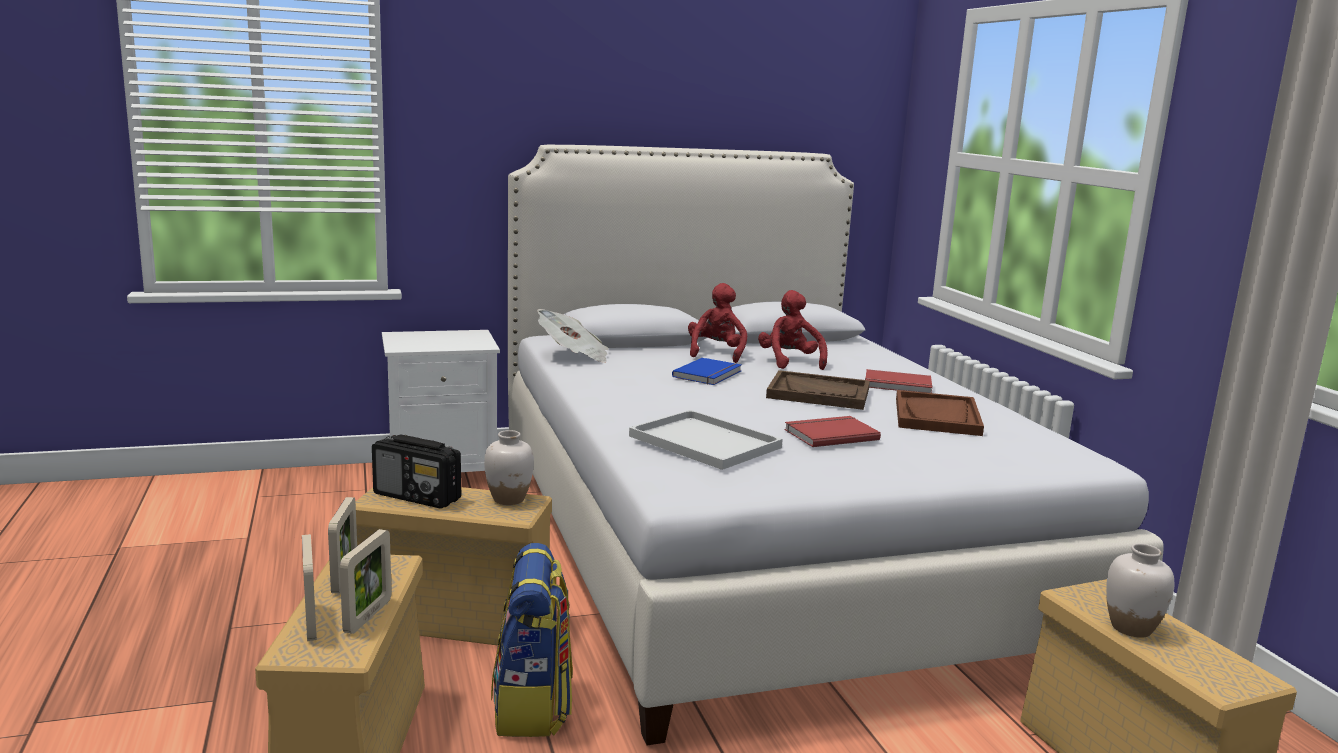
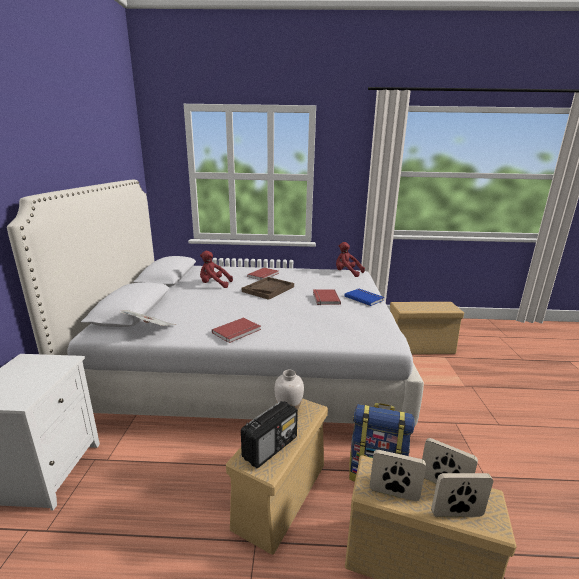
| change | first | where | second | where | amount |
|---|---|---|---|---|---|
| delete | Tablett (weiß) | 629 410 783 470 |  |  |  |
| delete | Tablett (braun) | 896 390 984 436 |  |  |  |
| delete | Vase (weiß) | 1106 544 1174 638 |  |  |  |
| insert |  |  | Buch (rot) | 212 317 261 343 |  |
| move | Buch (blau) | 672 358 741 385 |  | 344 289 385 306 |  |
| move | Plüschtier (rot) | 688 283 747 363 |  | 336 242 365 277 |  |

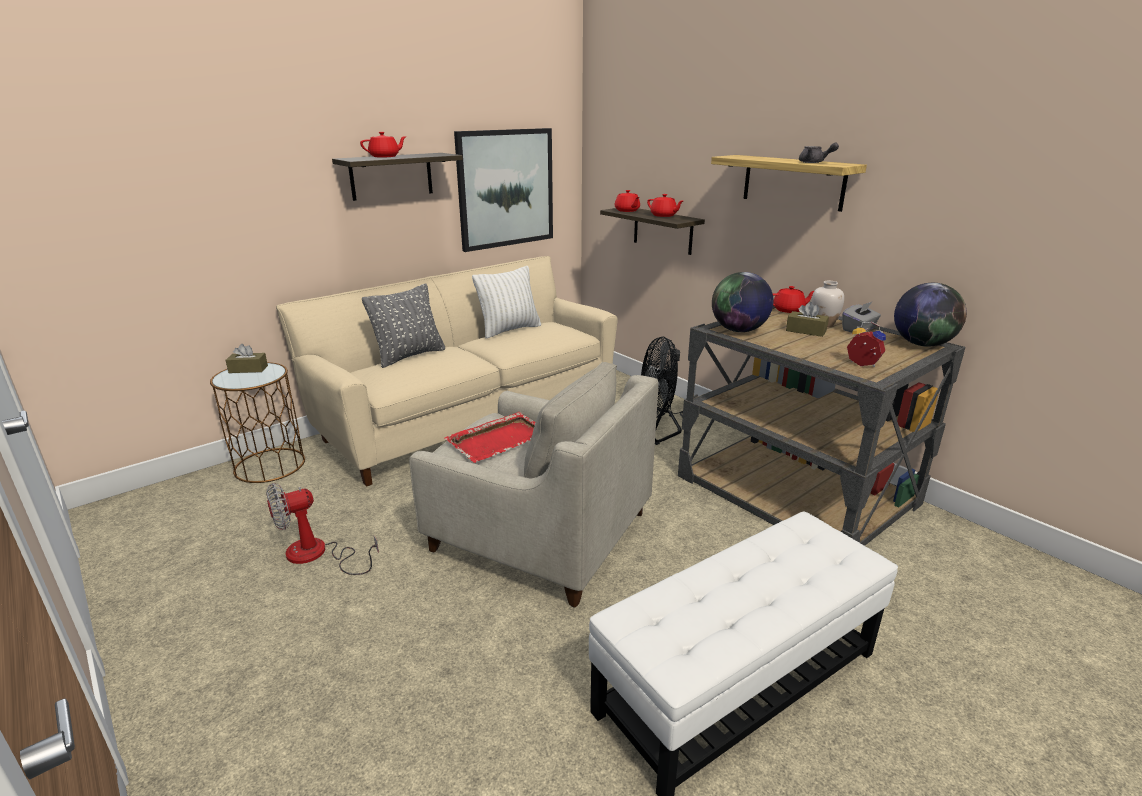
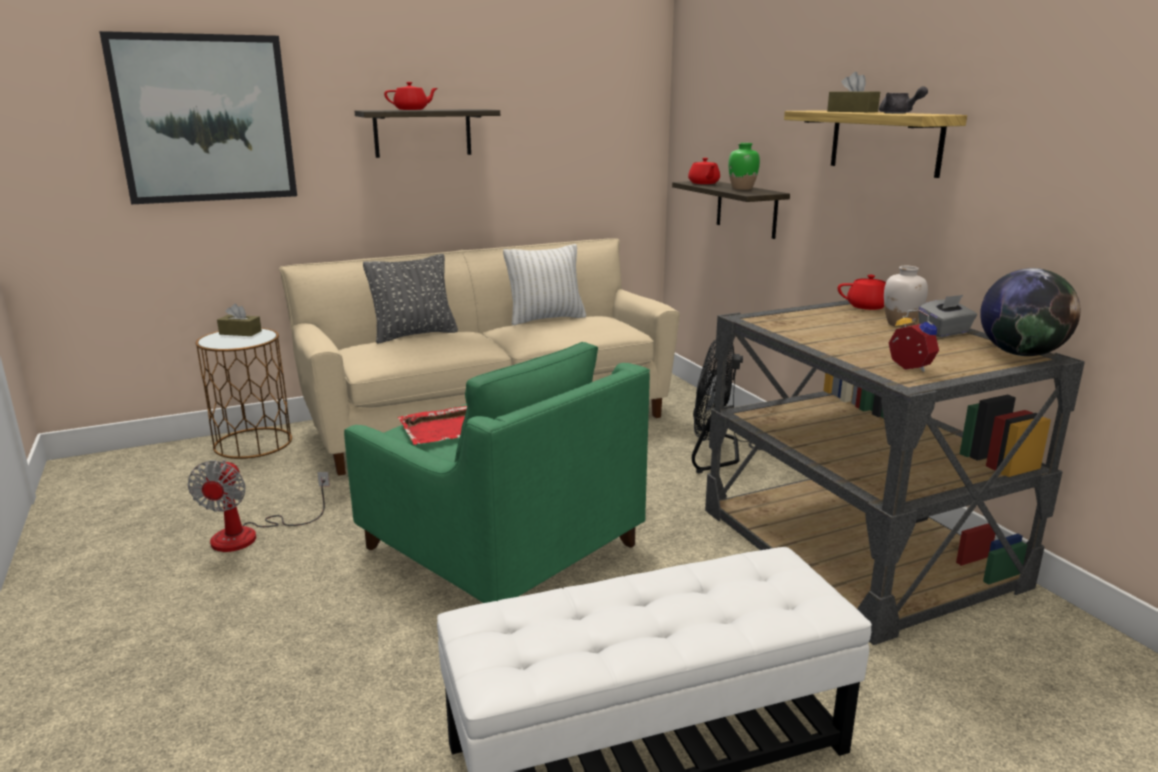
| change | first | where | second | where | amount |
|---|---|---|---|---|---|
| delete | Globus | 712 272 773 332 |  |  |  |
| move | Bild | 454 128 553 252 |  | 99 31 297 204 |  |
| move | Taschentuchbox (braun) | 786 302 829 337 |  | 827 72 880 112 |  |
| replace | Teekanne (rot) | 647 194 683 217 | Vase (grün) | 728 143 760 190 |  |
| recolor | Sessel (beige) | 409 362 658 608 | Sessel (grün) | 344 342 650 603 |  |
| rotate | Ventilator | 266 483 379 575 |  | 187 460 330 552 | 75 degrees counterclockwise |

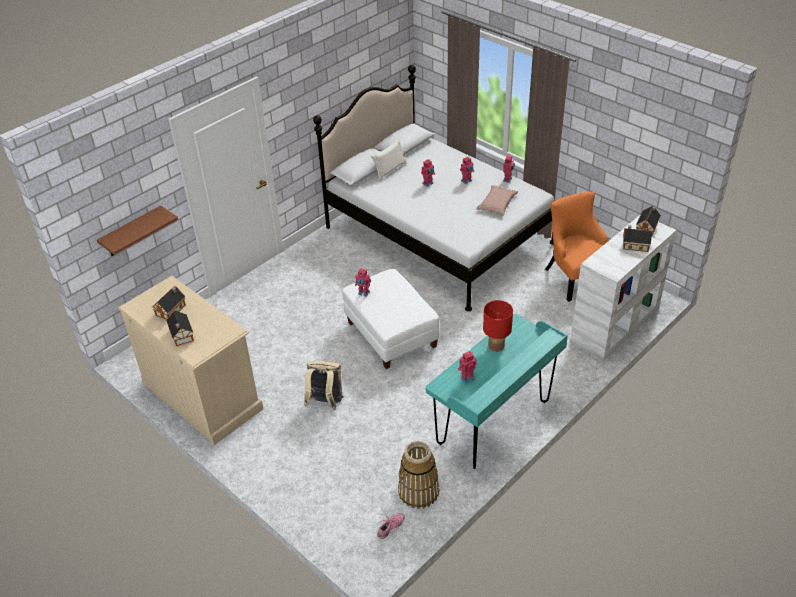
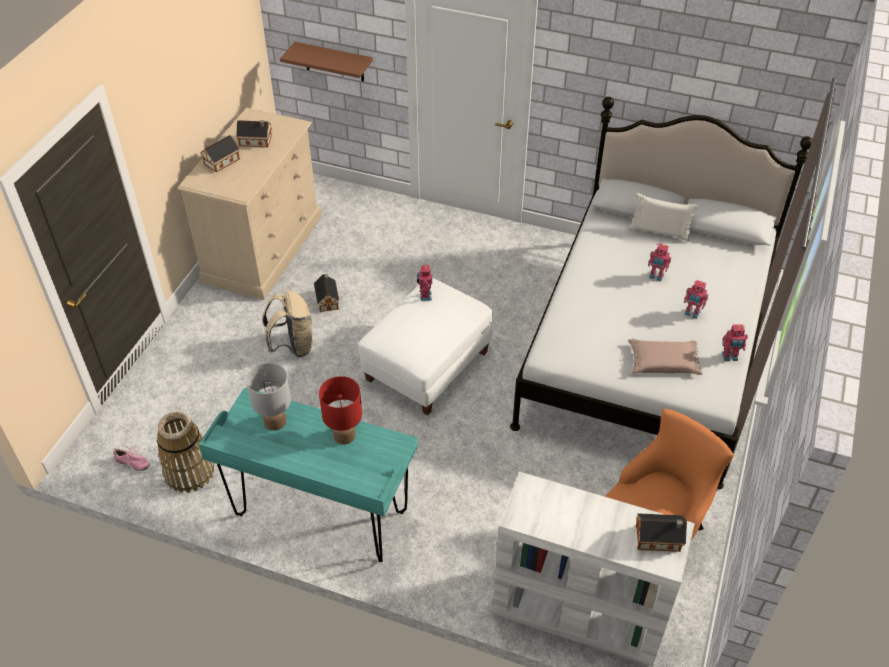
| change | first | where | second | where | amount |
|---|---|---|---|---|---|
| move | Spielzeughaus | 623 225 652 252 |  | 314 274 339 312 |  |
| replace | Spielzeugroboter | 458 351 477 384 | Tischlampe (grau) | 246 363 291 431 |  |

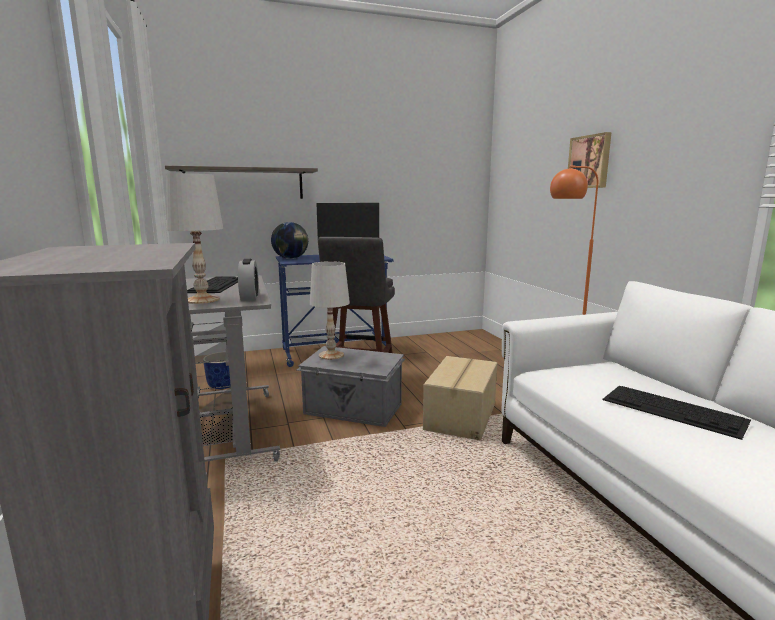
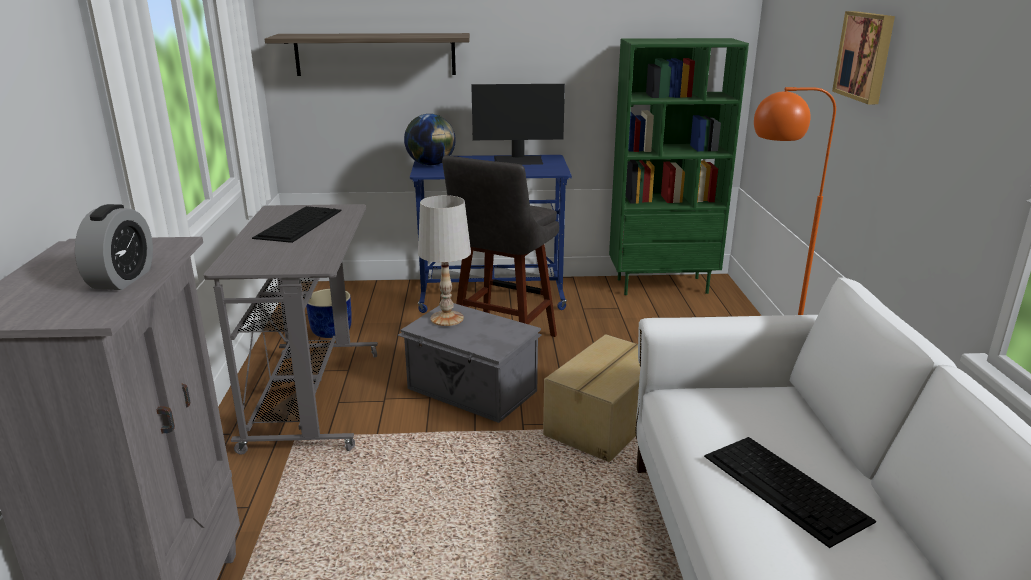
| change | first | where | second | where | amount |
|---|---|---|---|---|---|
| delete | Tischlampe (weiß) | 166 173 223 304 |  |  |  |
| insert |  |  | Bücherregal (grün) | 609 38 749 295 |  |
| move | Wecker | 238 259 259 301 |  | 75 204 153 290 |  |

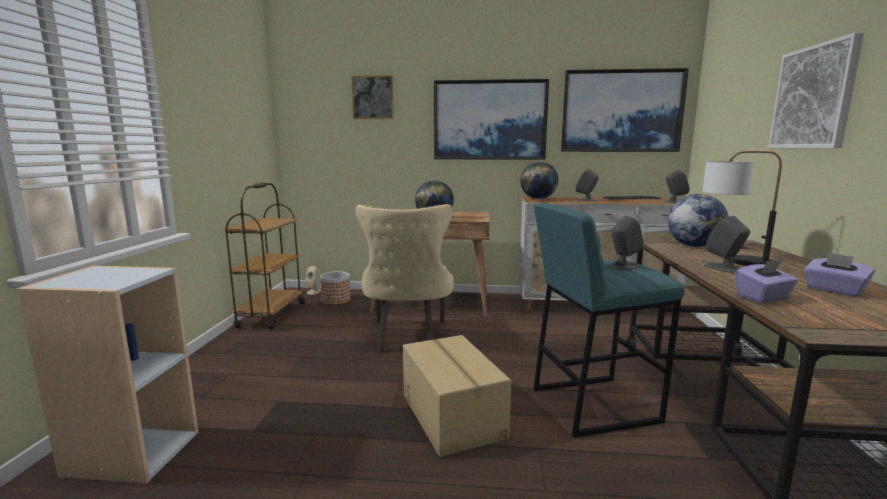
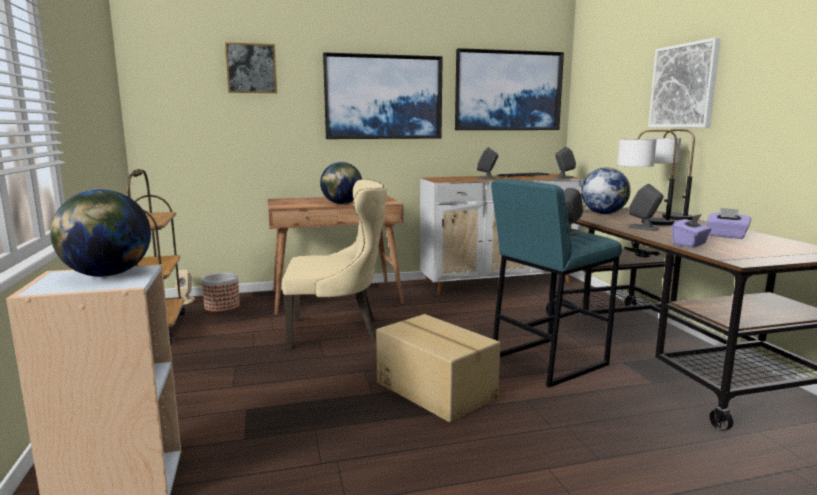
| change | first | where | second | where | amount |
|---|---|---|---|---|---|
| insert |  |  | Tischlampe | 646 129 695 220 |  |
| move | Globus | 520 162 558 199 |  | 50 189 151 277 |  |
| rotate | Stuhl (beige) | 356 204 454 353 |  | 282 179 387 350 | 75 degrees counterclockwise |

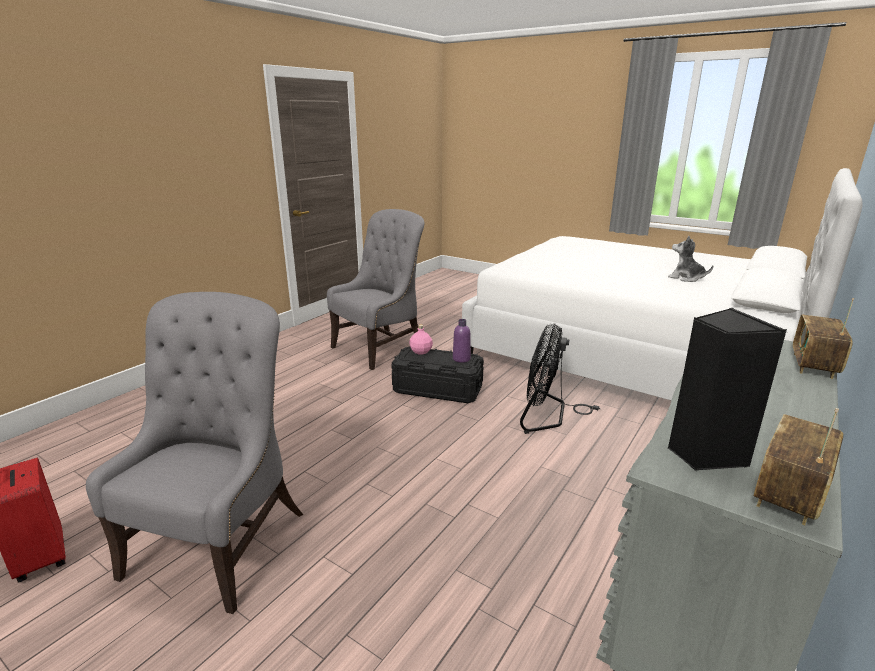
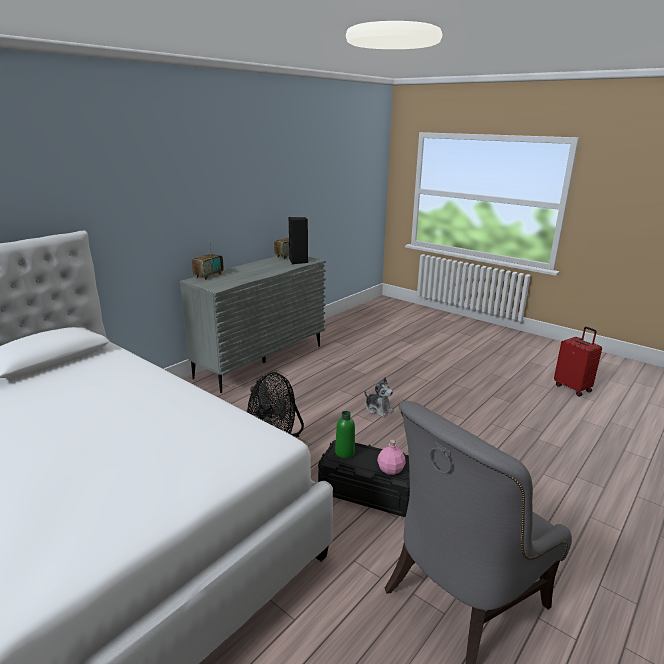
| change | first | where | second | where | amount |
|---|---|---|---|---|---|
| delete | Stuhl (grau) | 86 292 303 614 |  |  |  |
| move | Plüschtier | 668 236 713 282 |  | 364 377 394 417 |  |
| recolor | Flasche (lila) | 453 319 471 363 | Flasche (grün) | 335 411 355 458 |  |

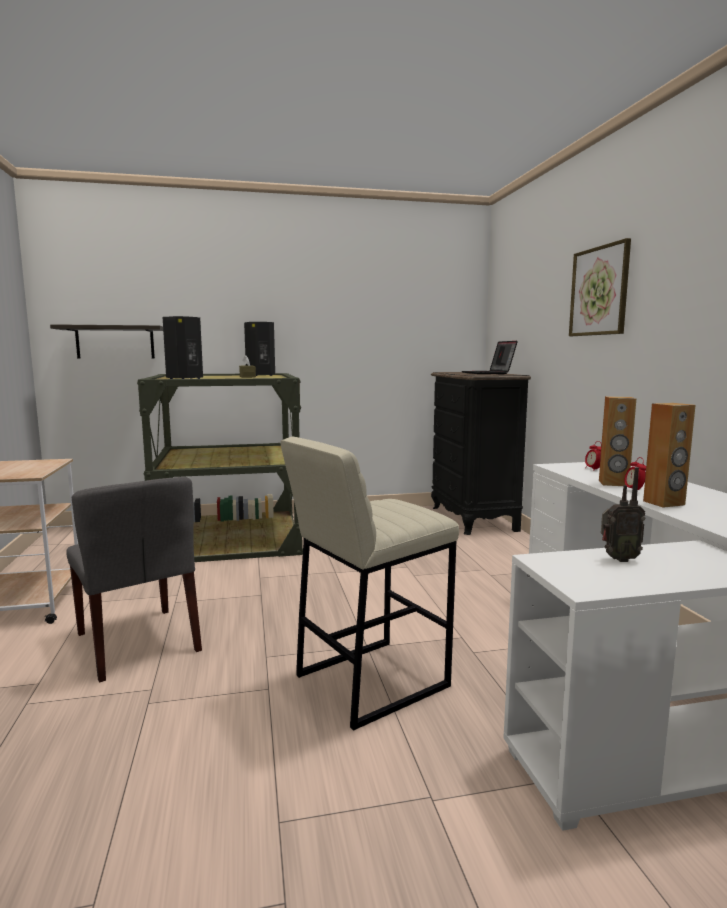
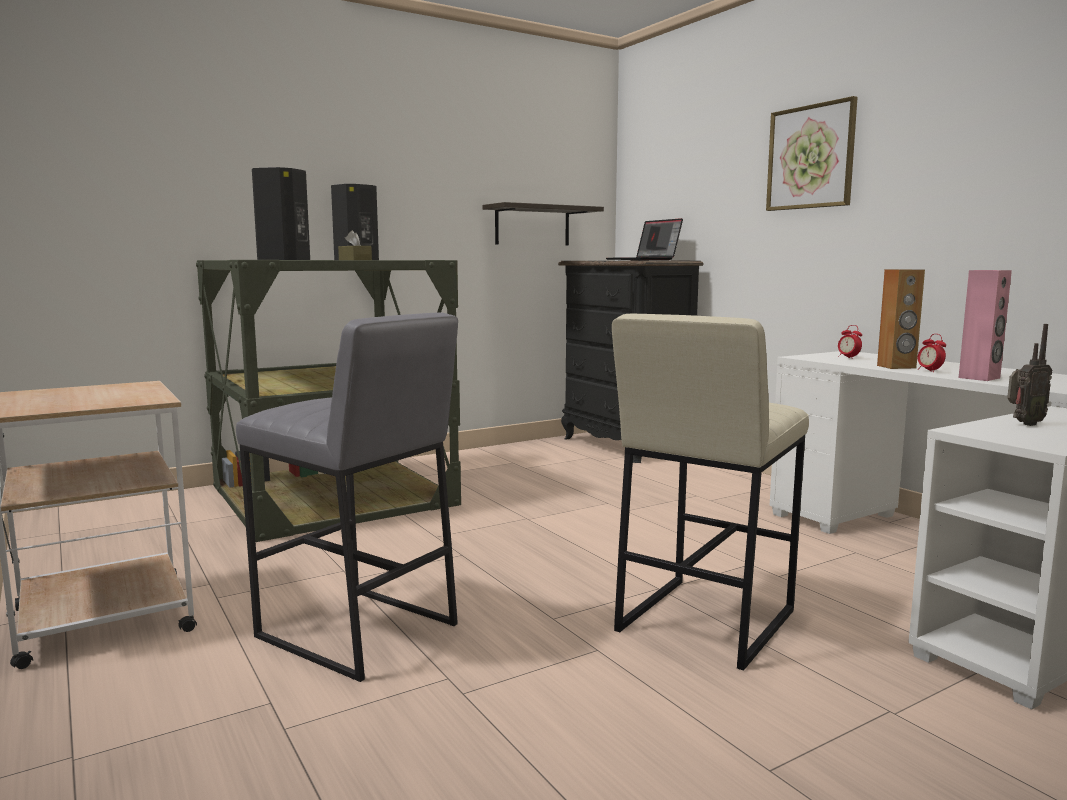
| change | first | where | second | where | amount |
|---|---|---|---|---|---|
| move | Wandregal | 50 324 163 359 |  | 482 202 604 245 |  |
| replace | Stuhl (grau) | 66 477 202 683 | Hocker (grau) | 236 312 458 682 |  |
| recolor | Lautsprecher (braun) | 643 403 695 508 | Lautsprecher (rosa) | 959 270 1012 381 |  |

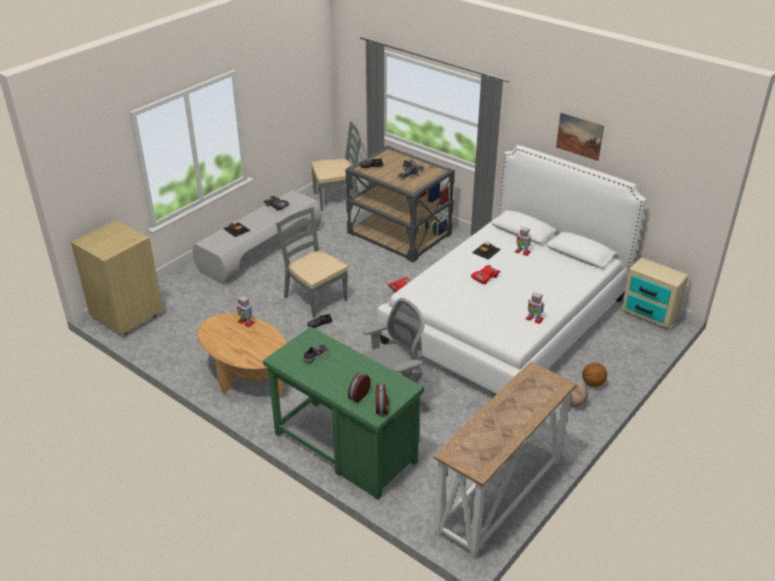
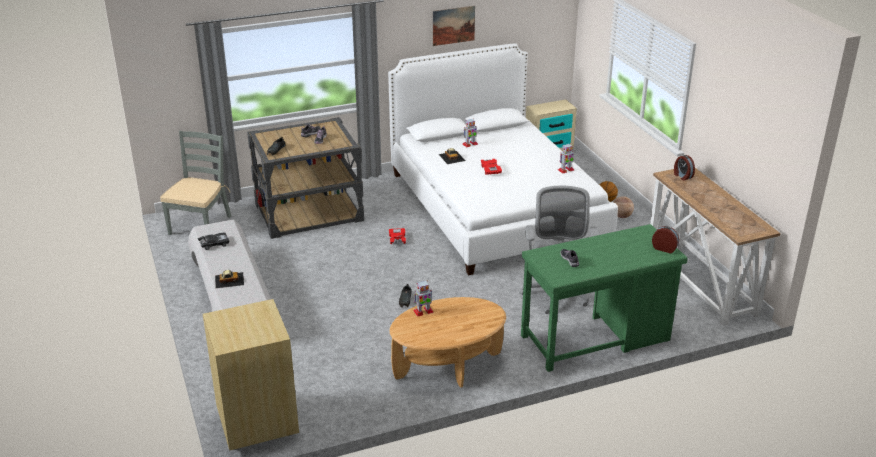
| change | first | where | second | where | amount |
|---|---|---|---|---|---|
| delete | Stuhl (grau) | 276 207 348 318 |  |  |  |
| move | Wecker | 348 372 371 403 |  | 674 155 695 181 |  |

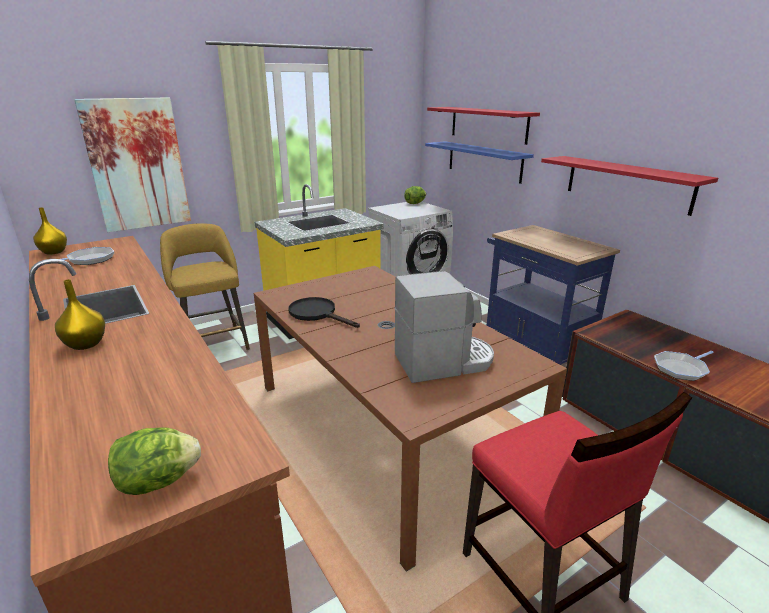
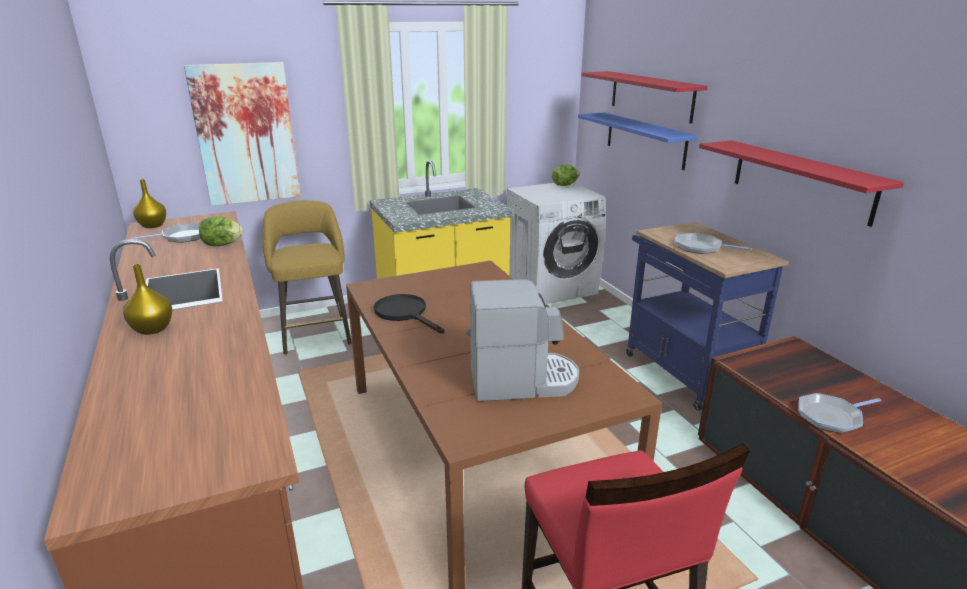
| change | first | where | second | where | amount |
|---|---|---|---|---|---|
| insert |  |  | Pfanne | 675 233 752 254 |  |
| move | Salatkopf | 108 427 201 495 |  | 199 216 243 246 |  |

